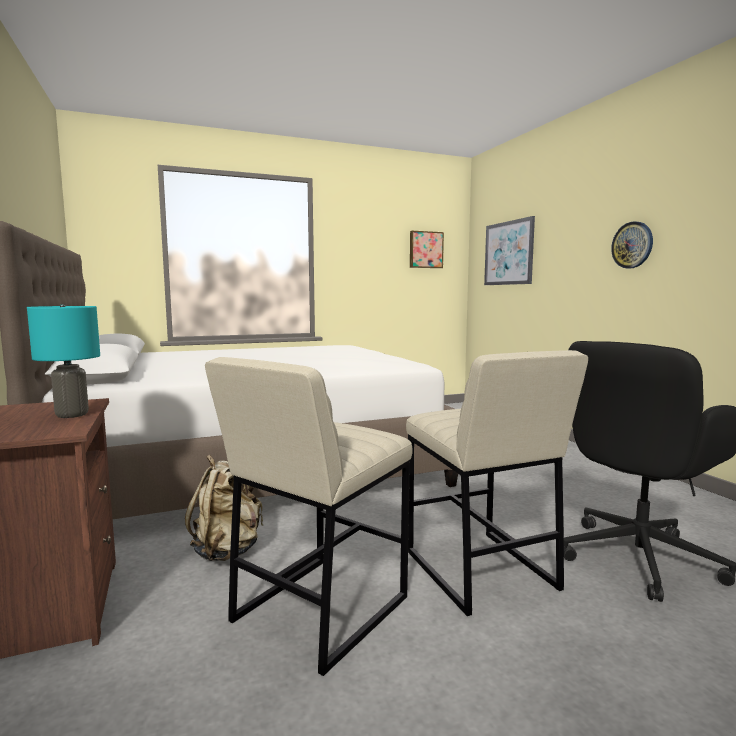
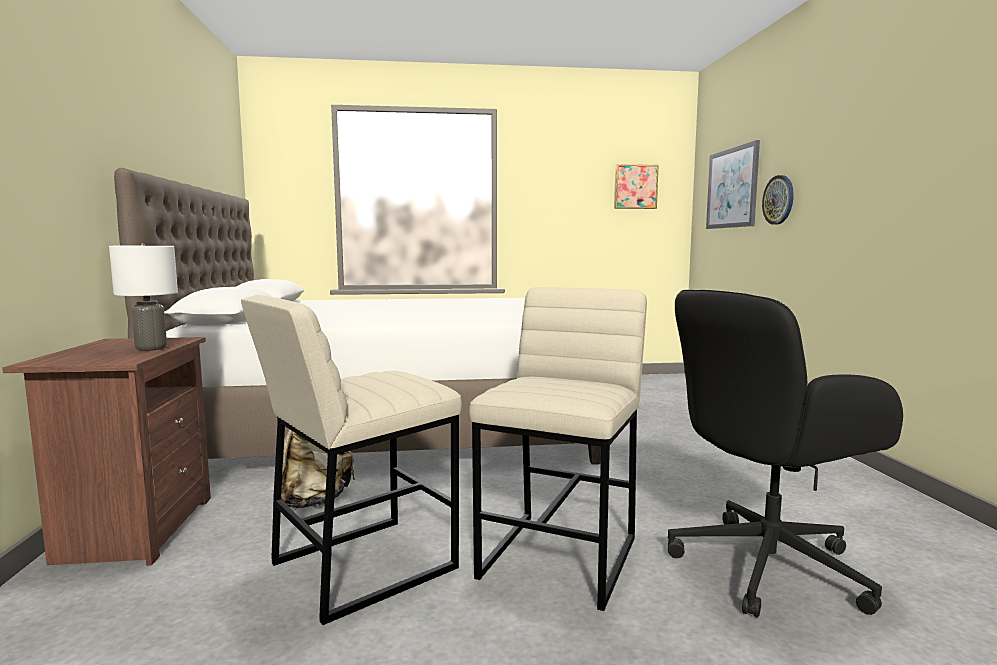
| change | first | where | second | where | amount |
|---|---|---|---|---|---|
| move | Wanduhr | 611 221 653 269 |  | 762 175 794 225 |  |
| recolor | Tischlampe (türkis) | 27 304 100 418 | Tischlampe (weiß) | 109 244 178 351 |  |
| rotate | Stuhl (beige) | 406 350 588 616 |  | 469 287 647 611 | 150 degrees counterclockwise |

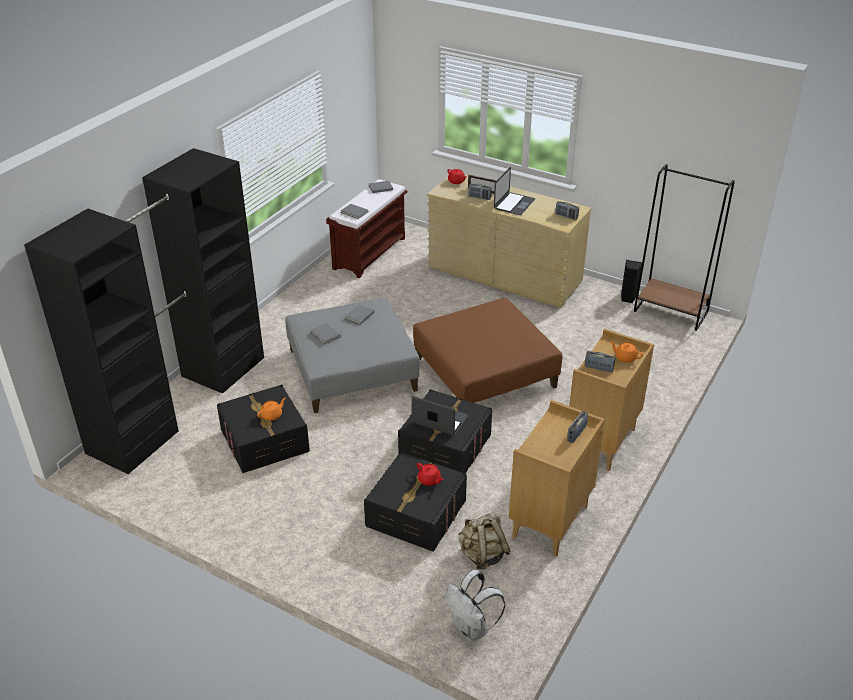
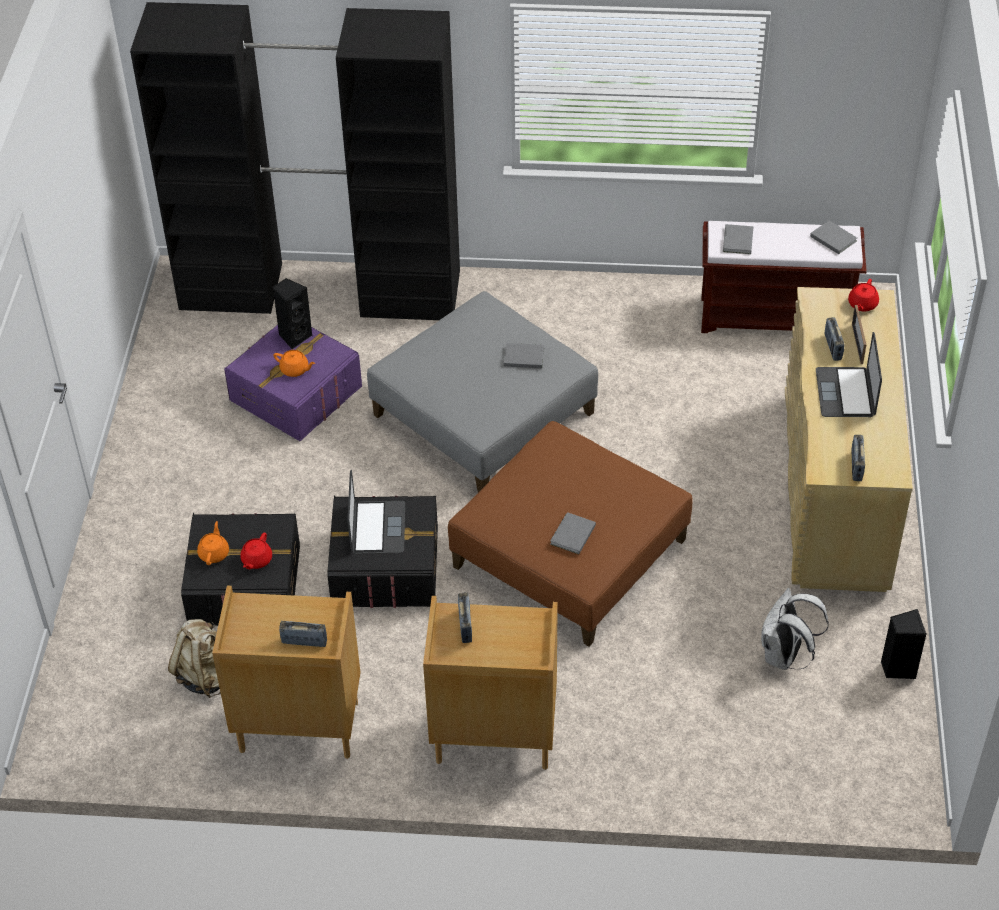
| change | first | where | second | where | amount |
|---|---|---|---|---|---|
| delete | Kleiderständer | 634 164 735 331 |  |  |  |
| insert |  |  | Lautsprecher (schwarz) | 273 278 312 350 |  |
| move | Buch (grau) | 310 323 341 344 |  | 550 512 596 554 |  |
| move | Rucksack (weiß) | 446 570 506 642 |  | 761 588 829 670 |  |
| move | Teekanne (orange) | 610 341 643 363 |  | 197 521 229 565 |  |
| recolor | Aufbewahrungsbox (schwarz) | 217 385 310 473 | Aufbewahrungsbox (lila) | 224 325 362 441 |  |
| rotate | Laptop | 494 167 535 215 |  | 816 332 882 417 | 90 degrees clockwise |

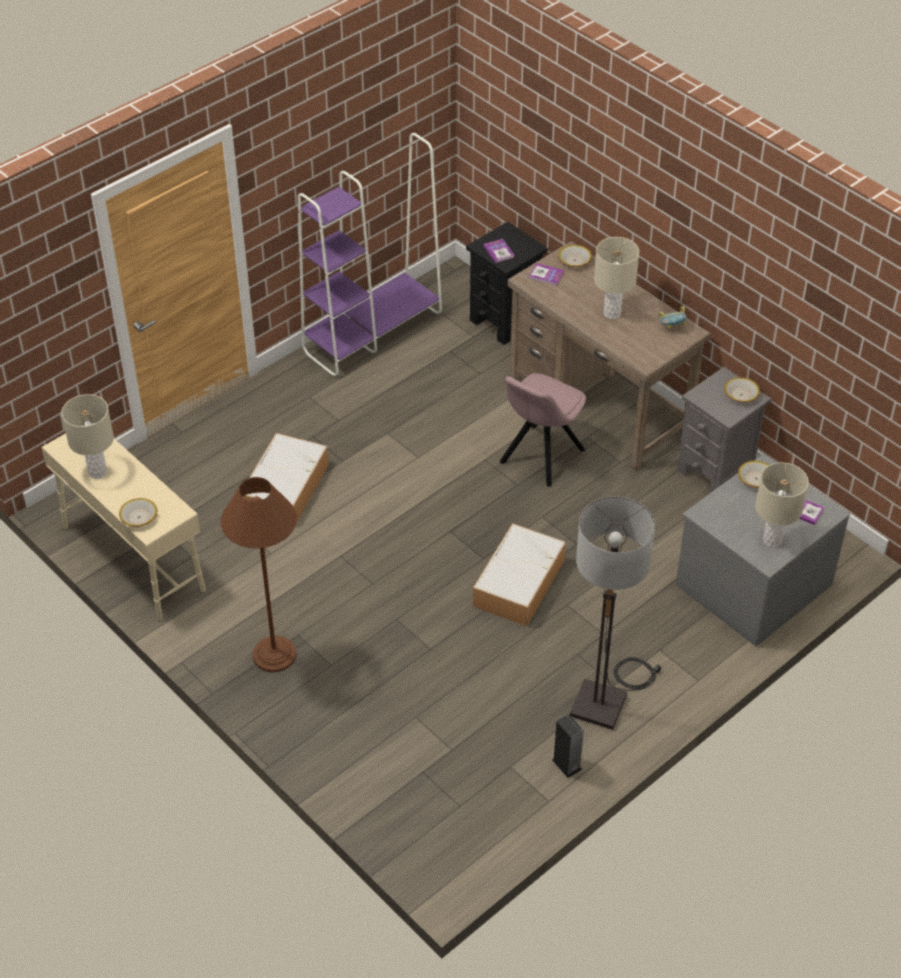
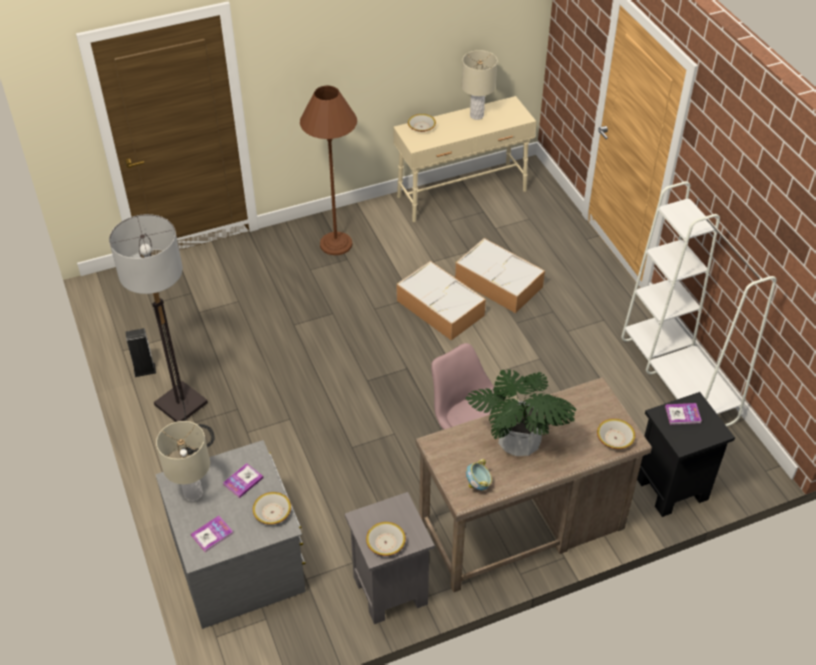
| change | first | where | second | where | amount |
|---|---|---|---|---|---|
| move | Aufbewahrungsbox | 473 523 566 626 |  | 396 261 486 341 |  |
| move | Buch | 529 263 564 286 |  | 223 463 264 498 |  |
| replace | Tischlampe (beige) | 594 237 639 319 | Topfpflanze | 465 369 577 456 |  |
| recolor | Kleiderständer (lila) | 298 133 442 376 | Kleiderständer (weiß) | 621 181 777 426 |  |

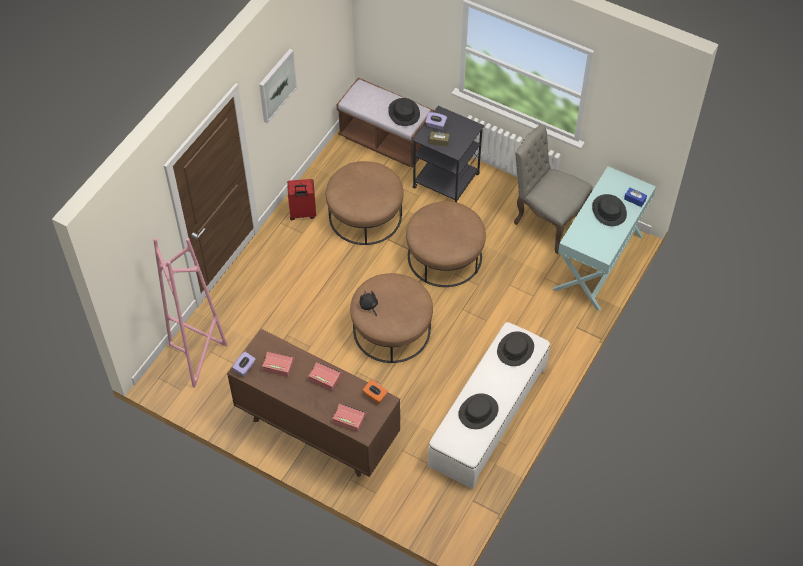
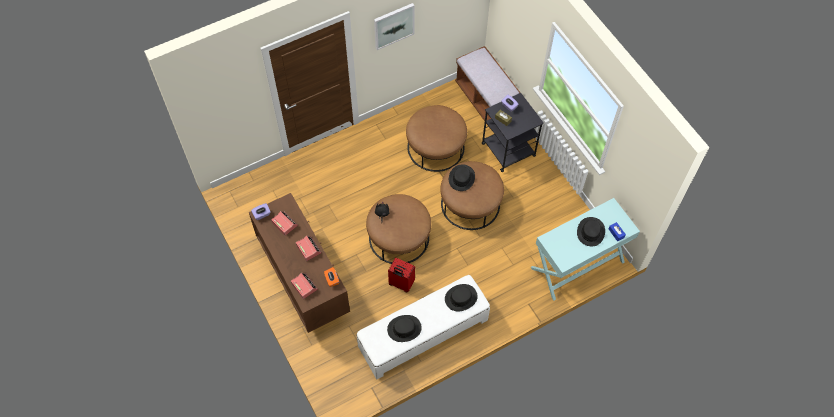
| change | first | where | second | where | amount |
|---|---|---|---|---|---|
| delete | Kleiderständer (rosa) | 153 238 228 388 |  |  |  |
| delete | Stuhl (grau) | 514 125 593 254 |  |  |  |
| move | Koffer (rot) | 287 179 316 220 |  | 388 258 415 292 |  |
| move | Hut (schwarz) | 388 98 420 126 |  | 449 165 475 191 |  |

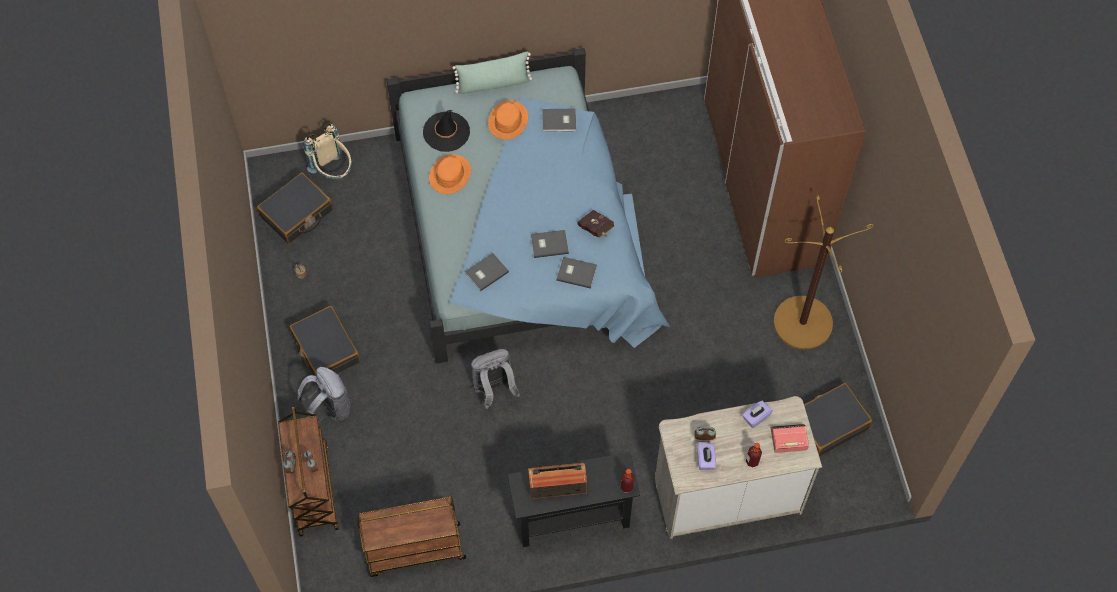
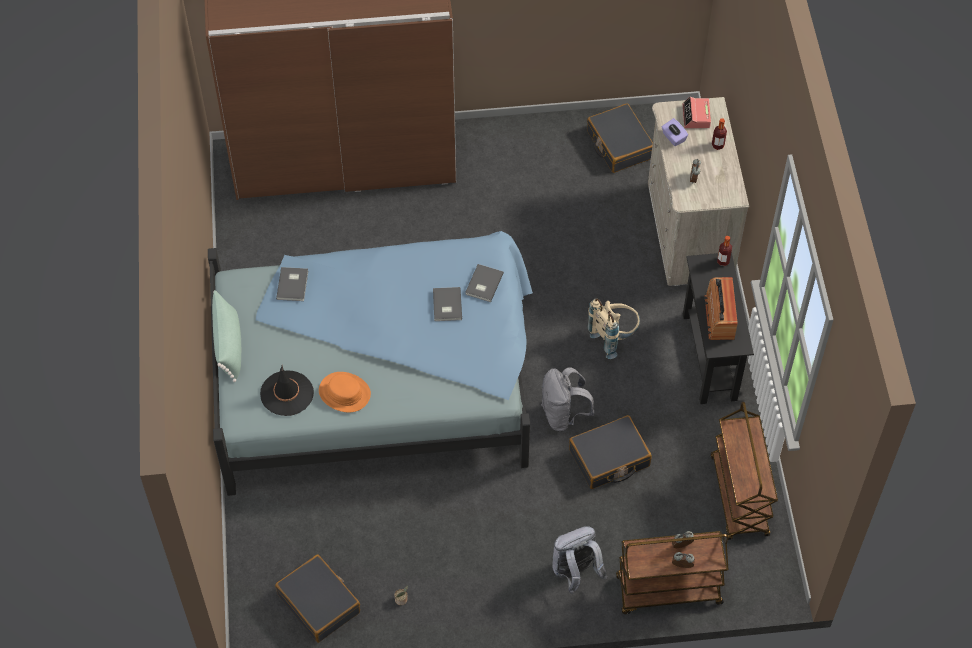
| change | first | where | second | where | amount |
|---|---|---|---|---|---|
| delete | Buch (grau) | 465 253 509 292 |  |  |  |
| delete | Hut (orange) | 488 101 528 140 |  |  |  |
| delete | Buch (rot) | 577 210 614 238 |  |  |  |
| delete | Taschentuchbox (lila) | 697 442 716 470 |  |  |  |
| delete | Kleiderständer (braun) | 774 194 874 349 |  |  |  |
| move | Koffer (schwarz) | 289 306 360 376 |  | 569 415 652 489 |  |
| move | Rucksack (beige) | 303 124 352 179 |  | 588 299 640 359 |  |

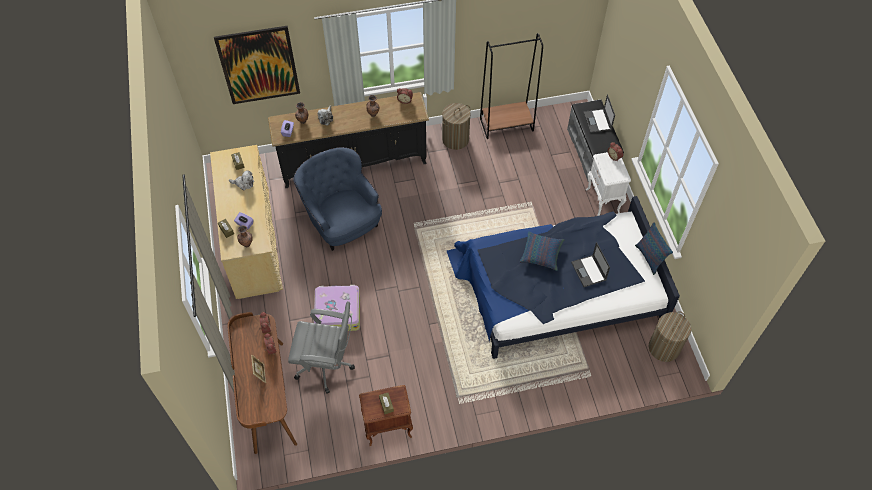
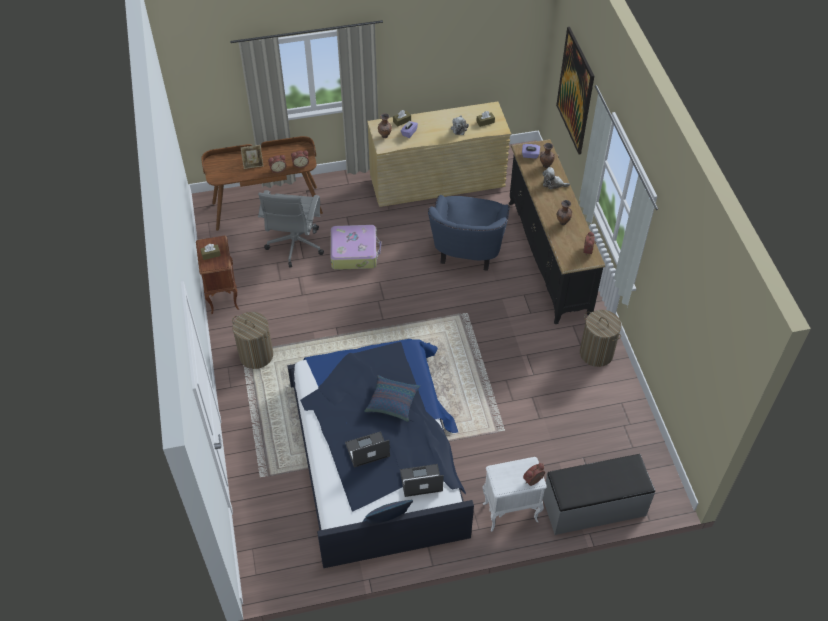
| change | first | where | second | where | amount |
|---|---|---|---|---|---|
| delete | Kleiderständer | 480 33 543 139 |  |  |  |
| move | Laptop | 583 94 615 133 |  | 400 464 444 497 |  |
| move | Wäschekorb | 649 311 691 362 |  | 232 312 273 369 |  |
| rotate | Sessel (blau) | 293 147 382 251 |  | 428 195 510 271 | 135 degrees clockwise |

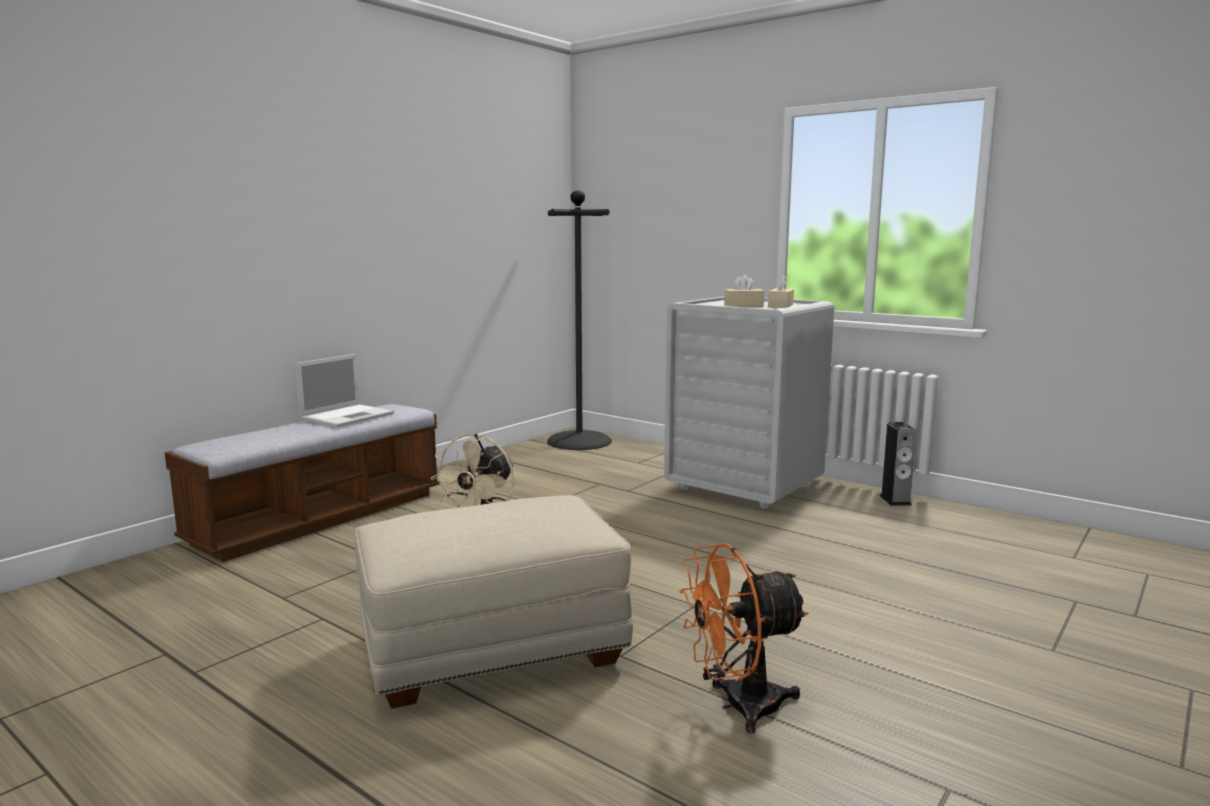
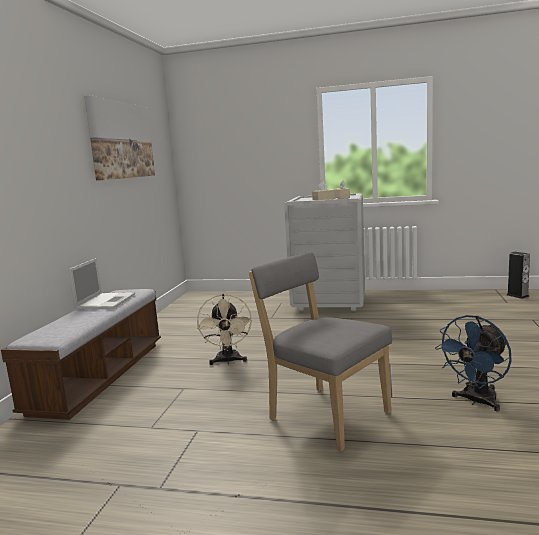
| change | first | where | second | where | amount |
|---|---|---|---|---|---|
| delete | Kleiderständer (schwarz) | 547 191 612 450 |  |  |  |
| insert |  |  | Bild | 84 95 155 181 |  |
| move | Lautsprecher | 880 422 916 506 |  | 507 252 530 299 |  |
| replace | Polsterhocker (beige) | 355 495 633 708 | Stuhl (grau) | 249 252 392 451 |  |
| recolor | Ventilator (orange) | 679 544 809 734 | Ventilator (blau) | 435 315 512 412 |  |

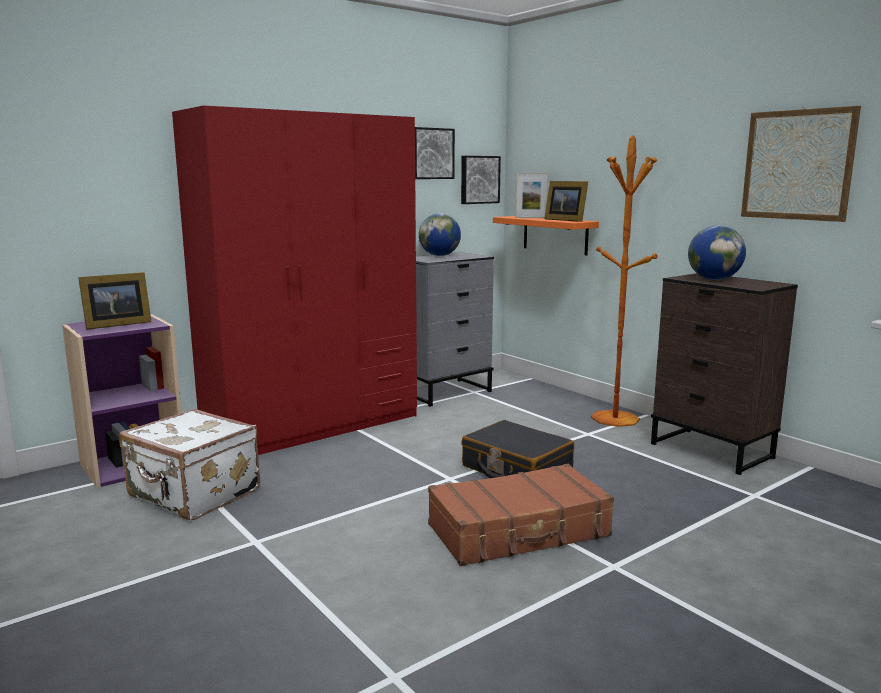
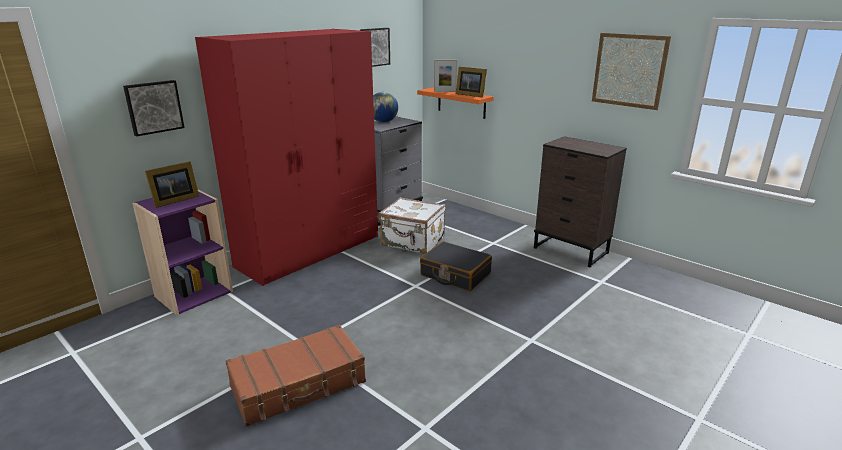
| change | first | where | second | where | amount |
|---|---|---|---|---|---|
| delete | Kleiderständer (orange) | 591 136 658 427 |  |  |  |
| delete | Globus | 688 225 746 280 |  |  |  |
| move | Koffer (weiß) | 119 409 260 520 |  | 379 197 446 254 |  |
| move | Koffer (braun) | 428 464 614 566 |  | 225 325 366 427 |  |
| move | Bild | 461 156 501 204 |  | 123 80 184 136 |  |

